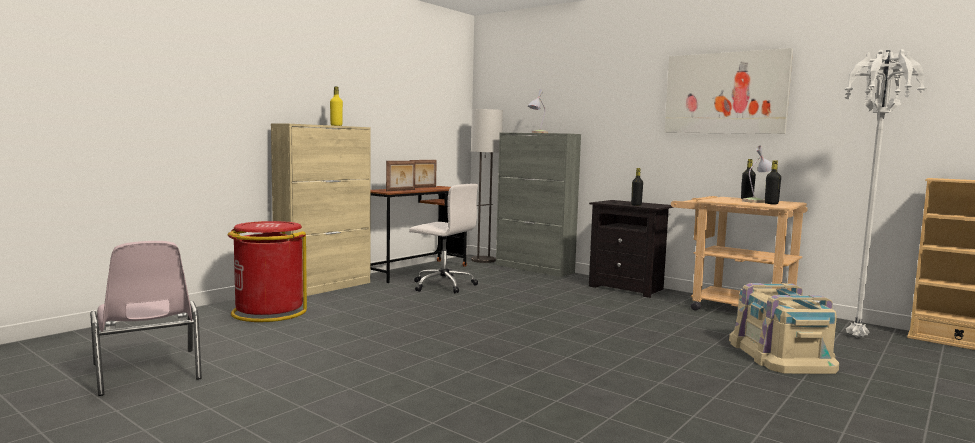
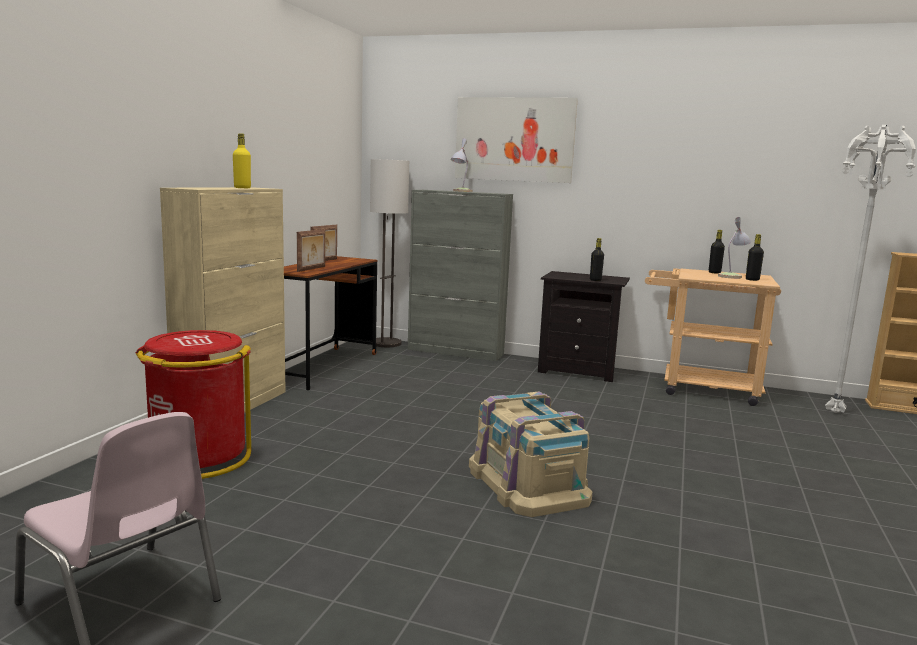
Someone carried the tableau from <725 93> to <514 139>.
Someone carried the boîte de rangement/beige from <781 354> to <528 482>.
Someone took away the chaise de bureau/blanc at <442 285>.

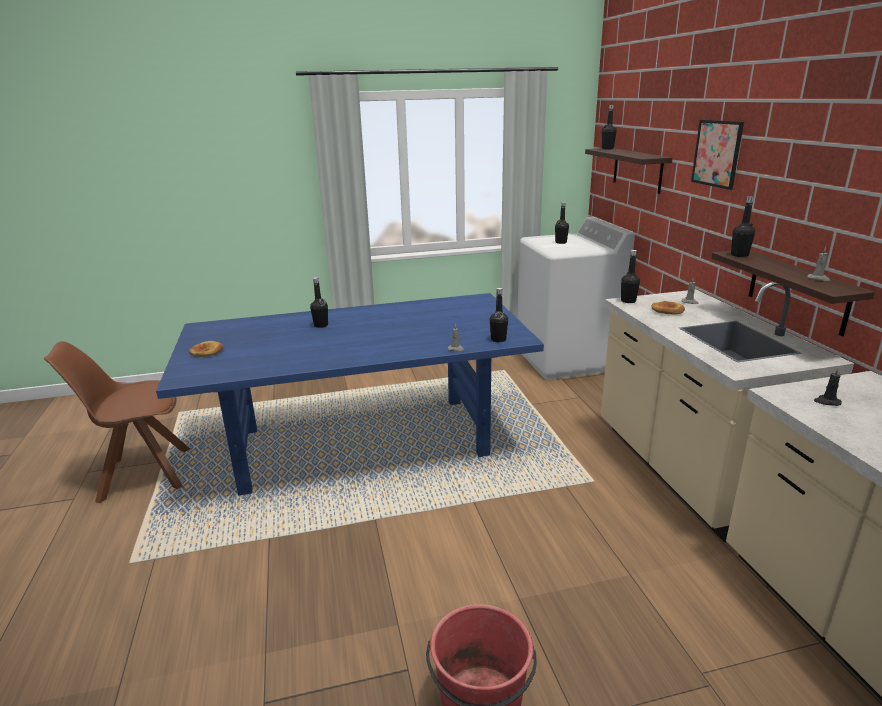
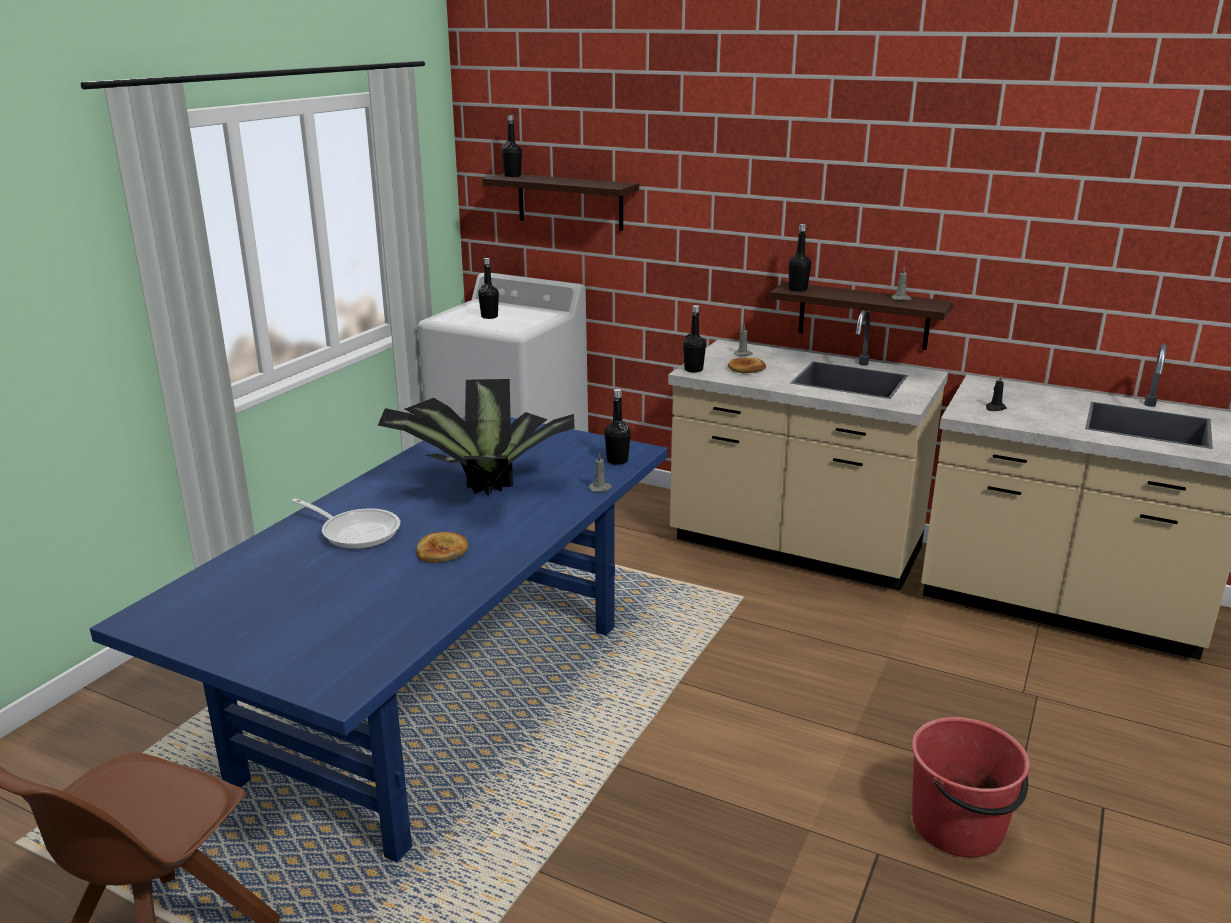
Someone swapped the bouteille/noir at <321 325> for the poêle at <356 532>.
Someone put down the plante en pot at <480 483>.
Someone carried the pain from <207 352> to <442 551>.
Someone took away the tableau at <717 153>.

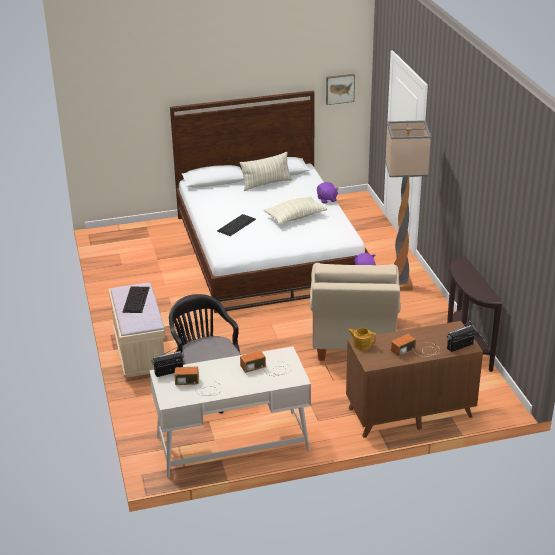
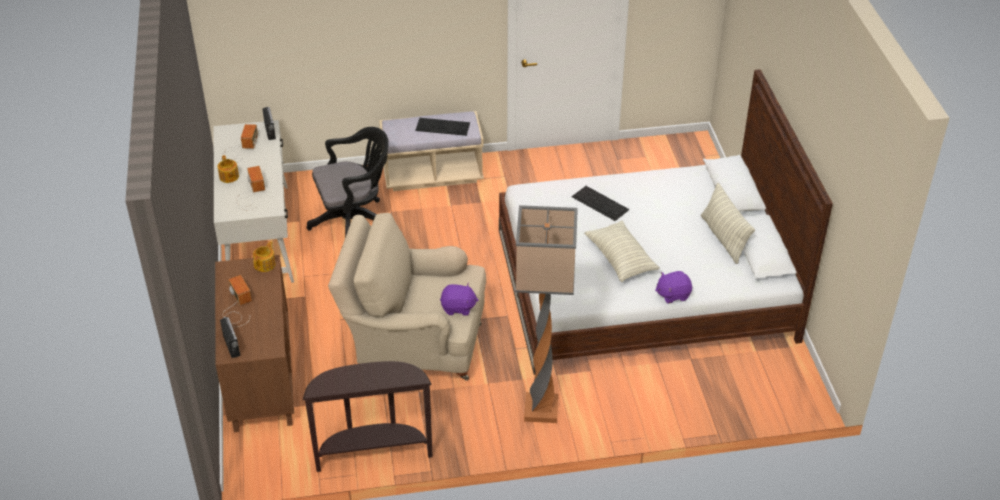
Someone put down the théière at <229 177>.
Someone took away the tableau at <339 88>.

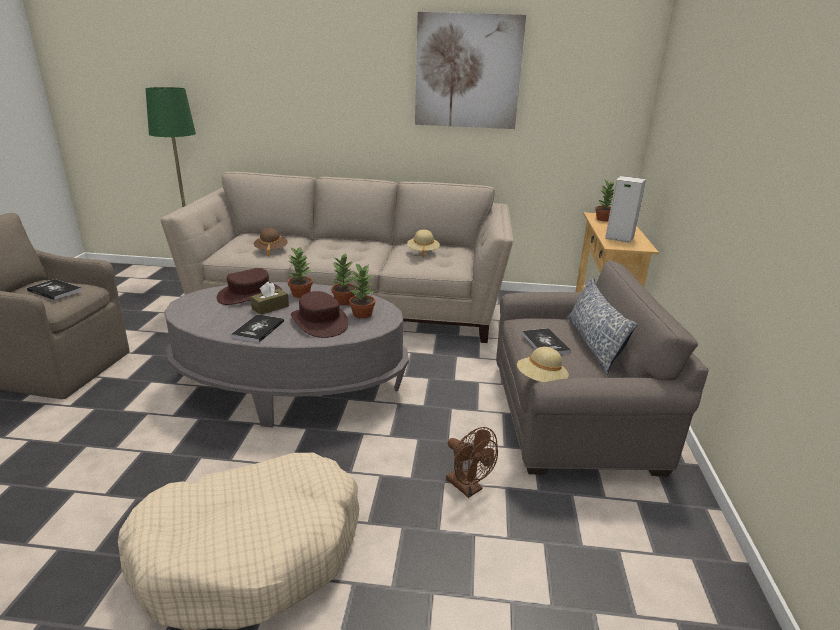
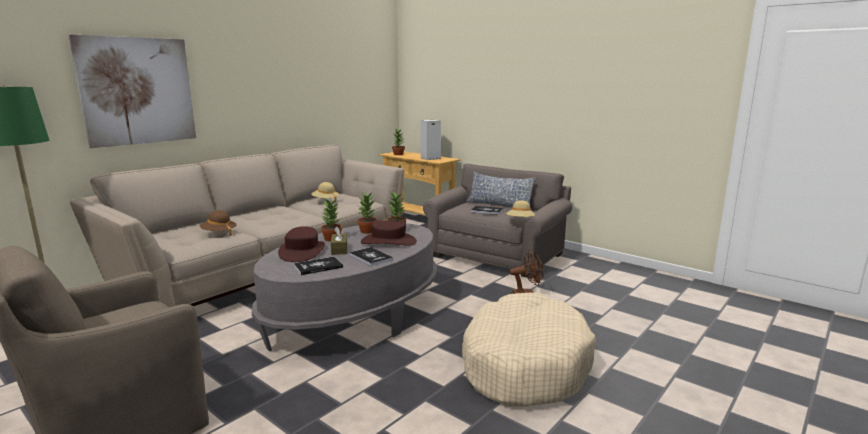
Someone carried the tableau from <468 72> to <137 91>.
Someone carried the livre from <54 290> to <318 267>.

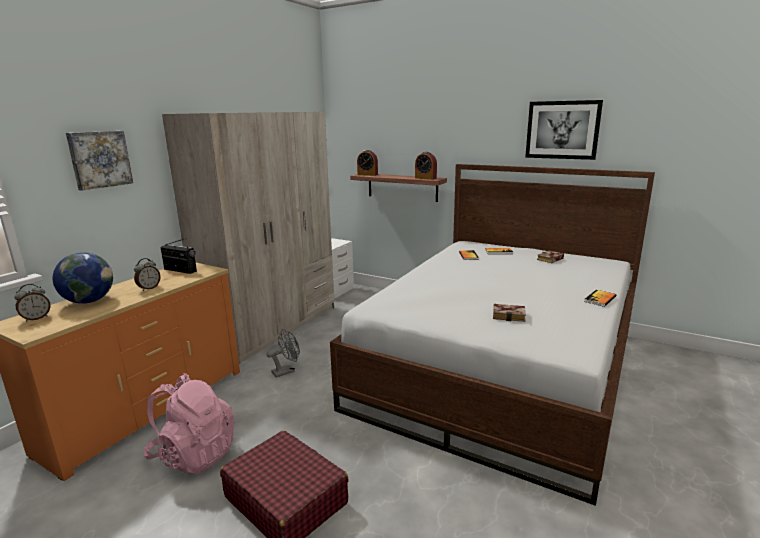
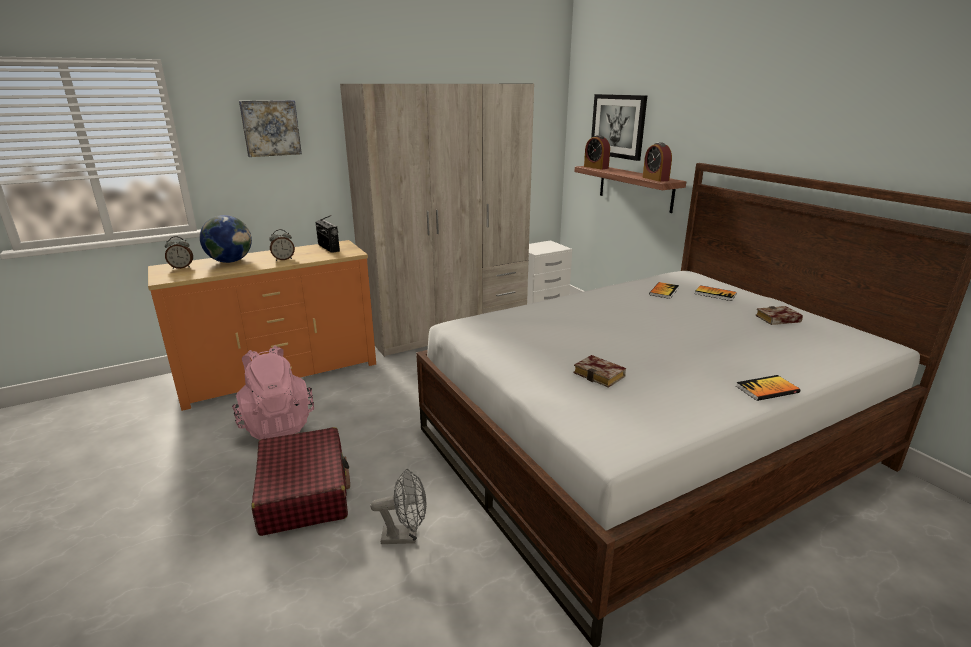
Someone carried the ventilateur/gris from <286 371> to <405 536>.
Someone carried the tableau from <562 130> to <618 126>.

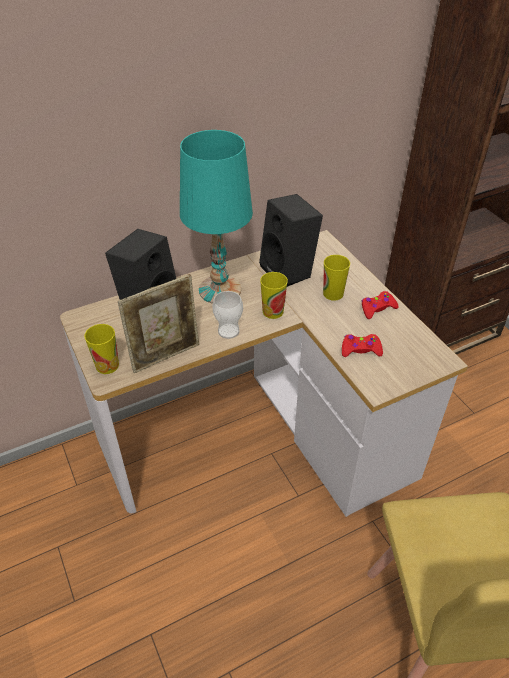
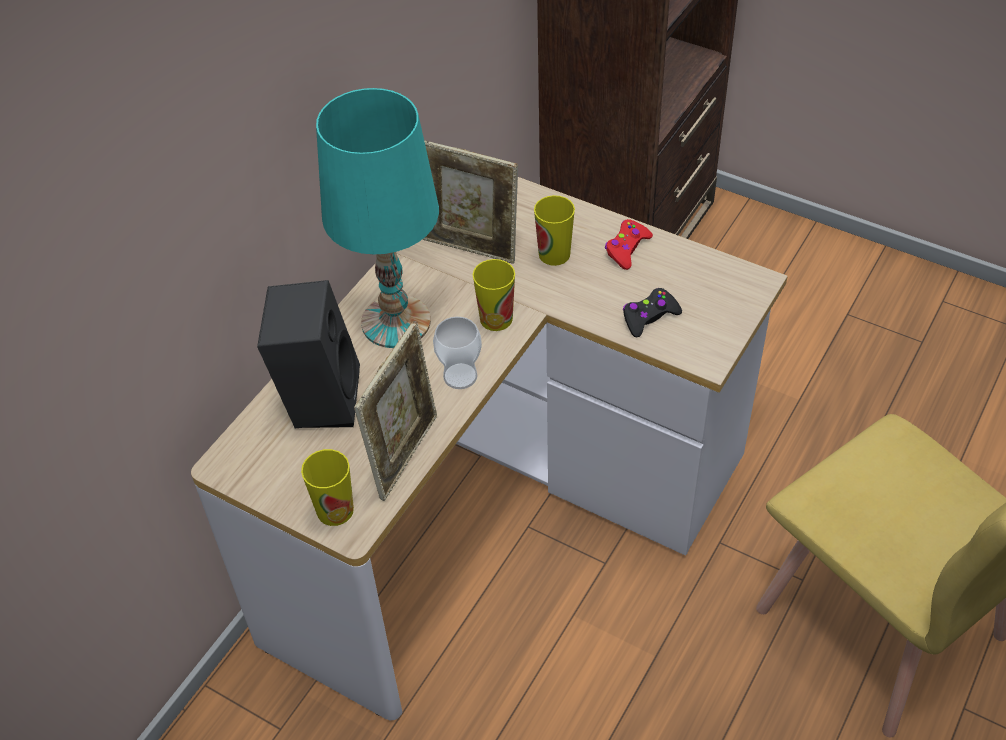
Someone swapped the enceinte/noir at <289 271> for the cadre photo at <470 247>.
Someone repainted the manette/rouge at <360 349>, which became the manette/noir at <649 317>.

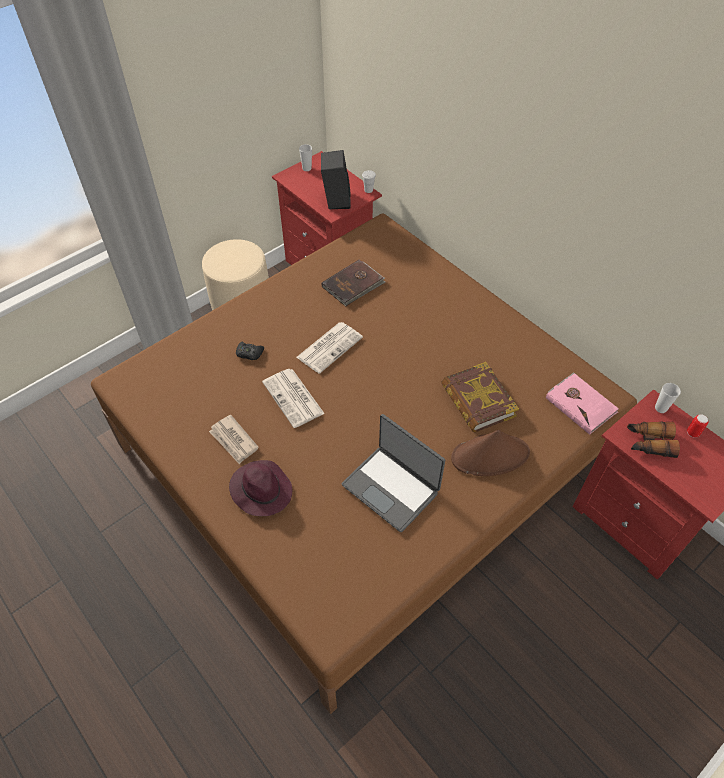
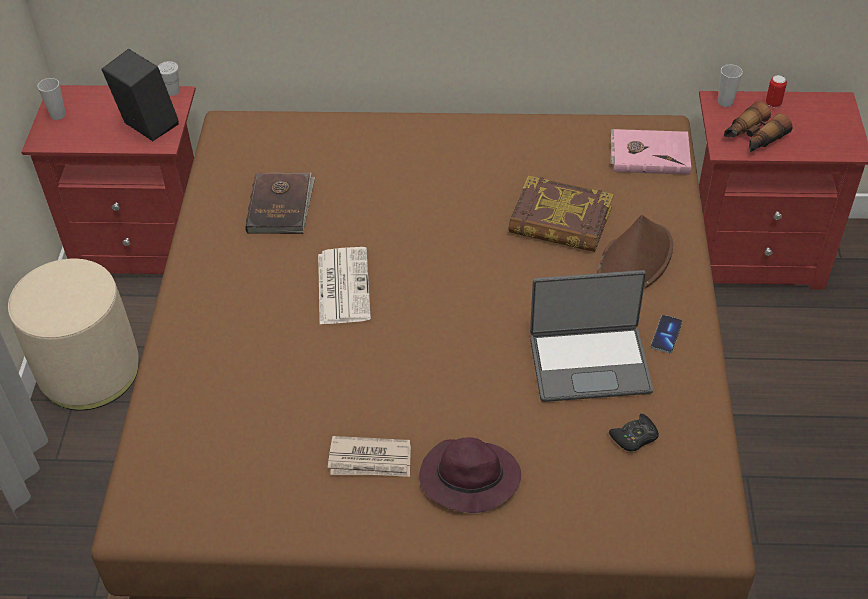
Someone carried the manette/noir from <249 353> to <634 437>.
Someone put down the téléphone at <666 335>.
Someone took away the journal at <294 398>.

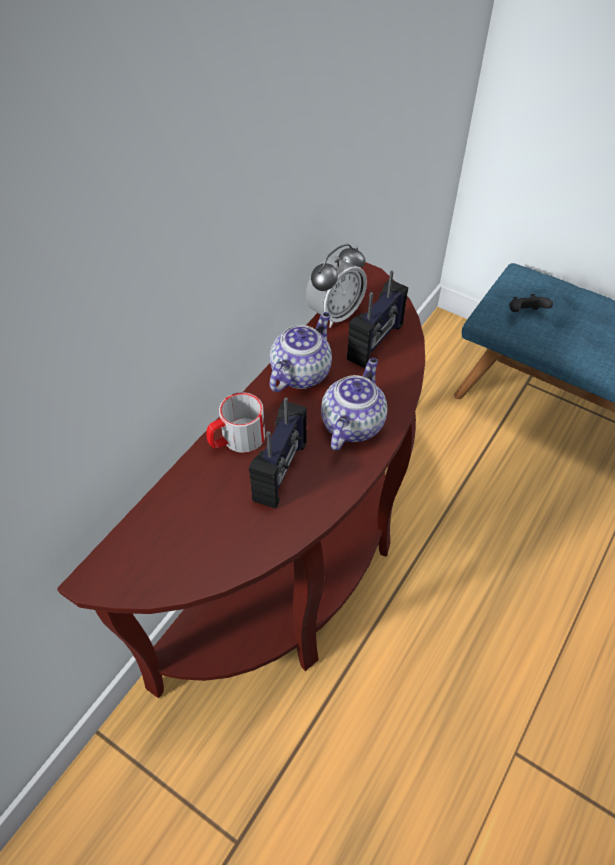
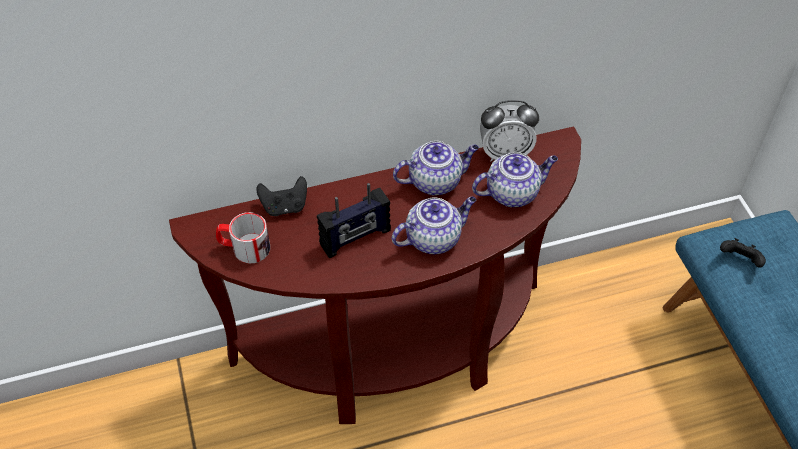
Someone carried the mug from <236 439> to <244 248>.
Someone put down the manette/noir at <285 206>.
Someone swapped the radio at <376 342> for the théière at <513 192>.

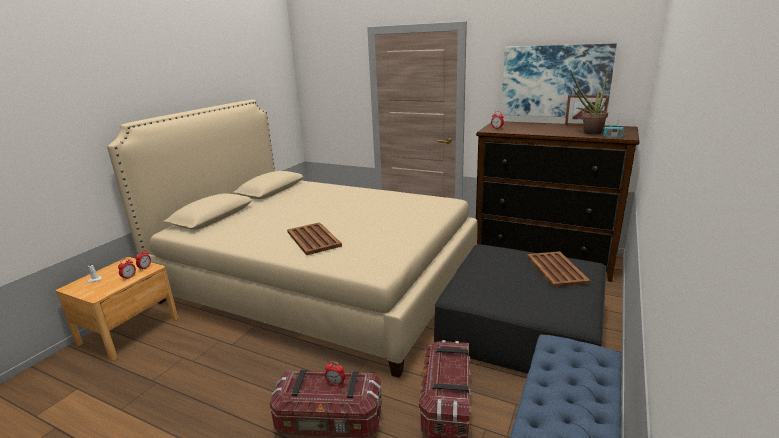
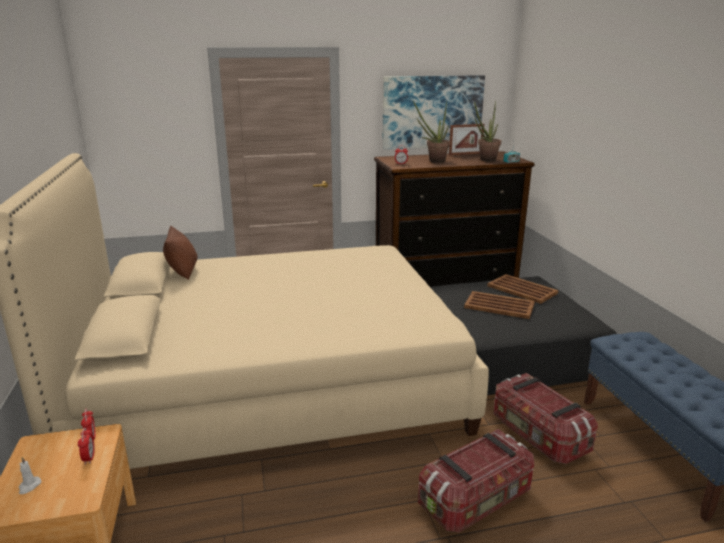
Someone put down the coussin/marron at <183 271>.
Someone put down the plante en pot at <433 161>.
Someone carried the plateau/marron from <313 238> to <498 305>.
Someone took away the réveil at <336 383>.

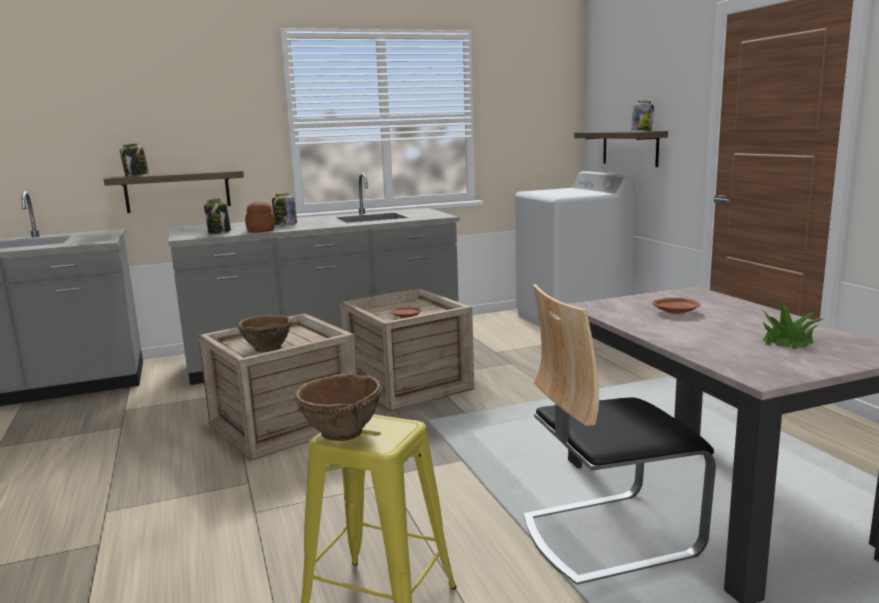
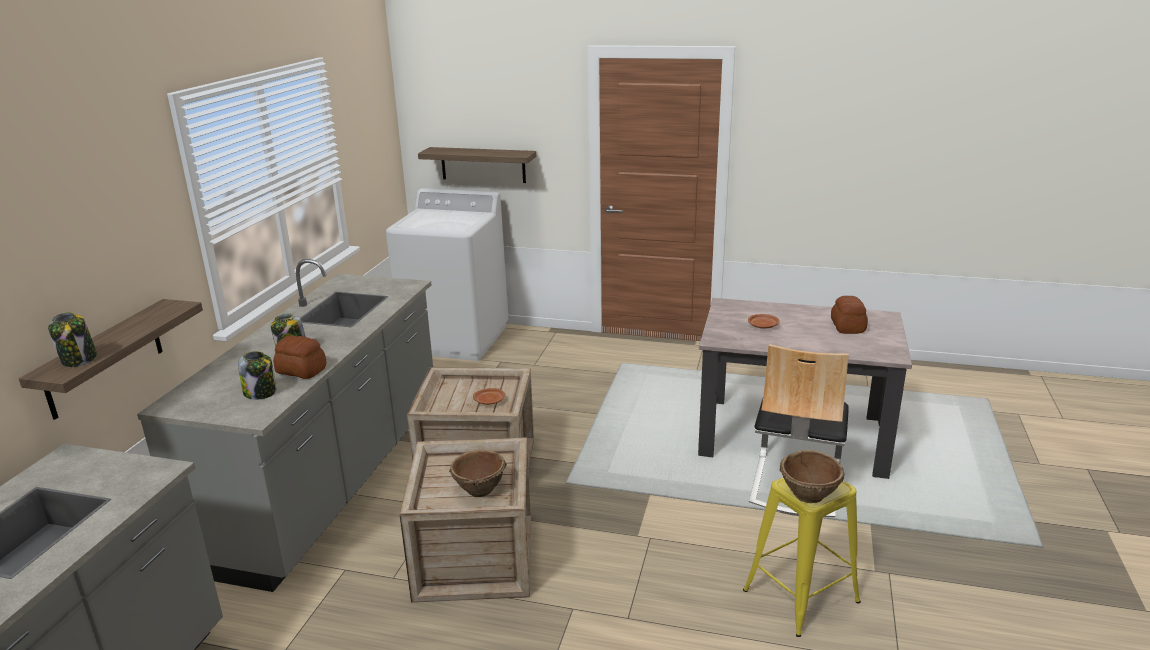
Someone swapped the plante en pot at <787 341> for the pain at <847 327>.
Someone took away the bocal at <641 131>.

